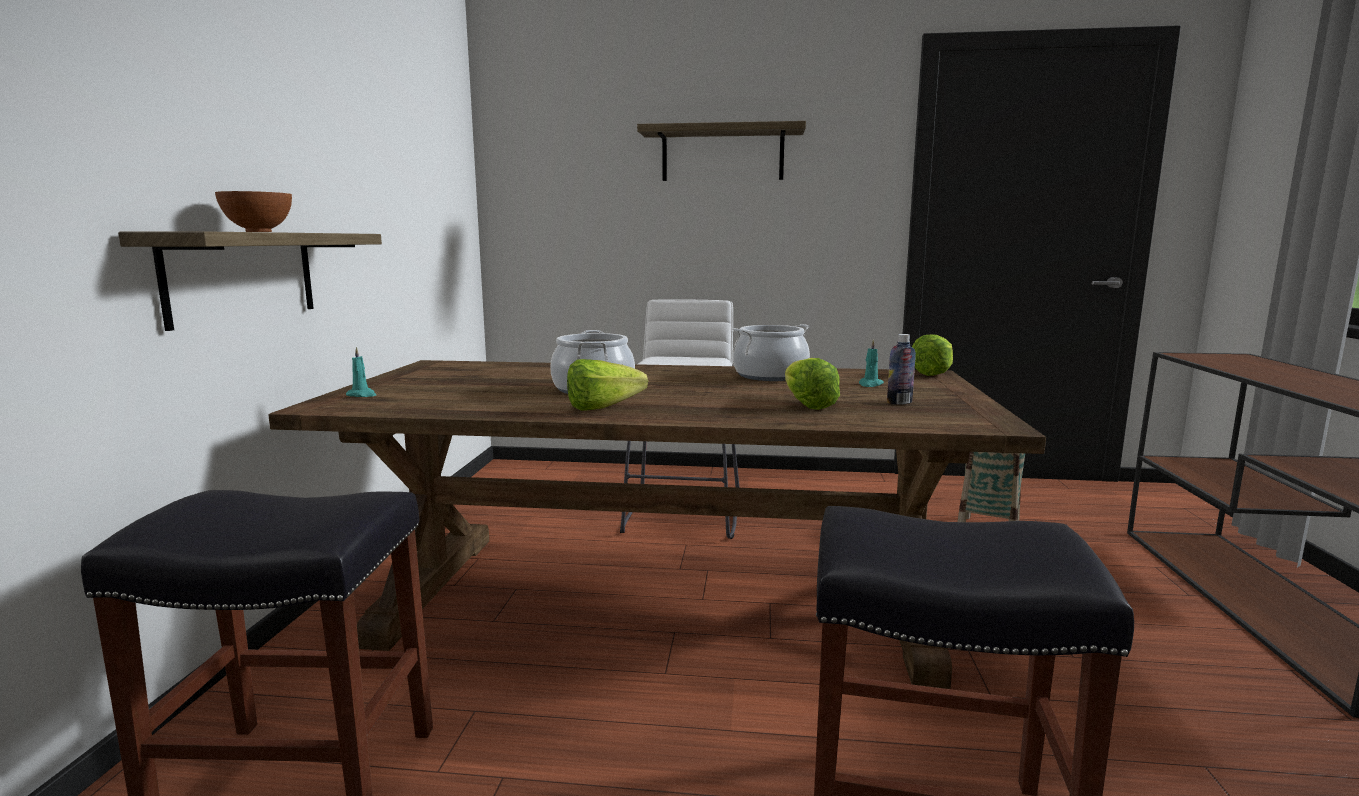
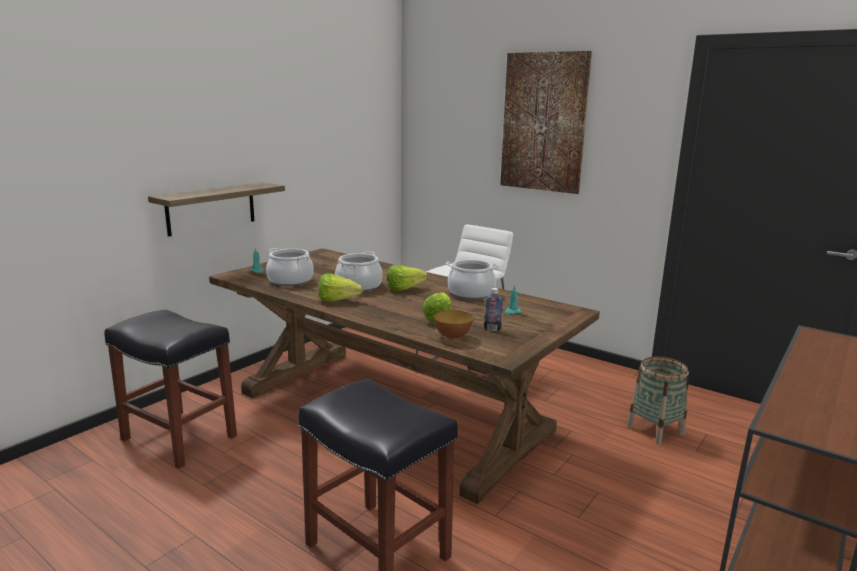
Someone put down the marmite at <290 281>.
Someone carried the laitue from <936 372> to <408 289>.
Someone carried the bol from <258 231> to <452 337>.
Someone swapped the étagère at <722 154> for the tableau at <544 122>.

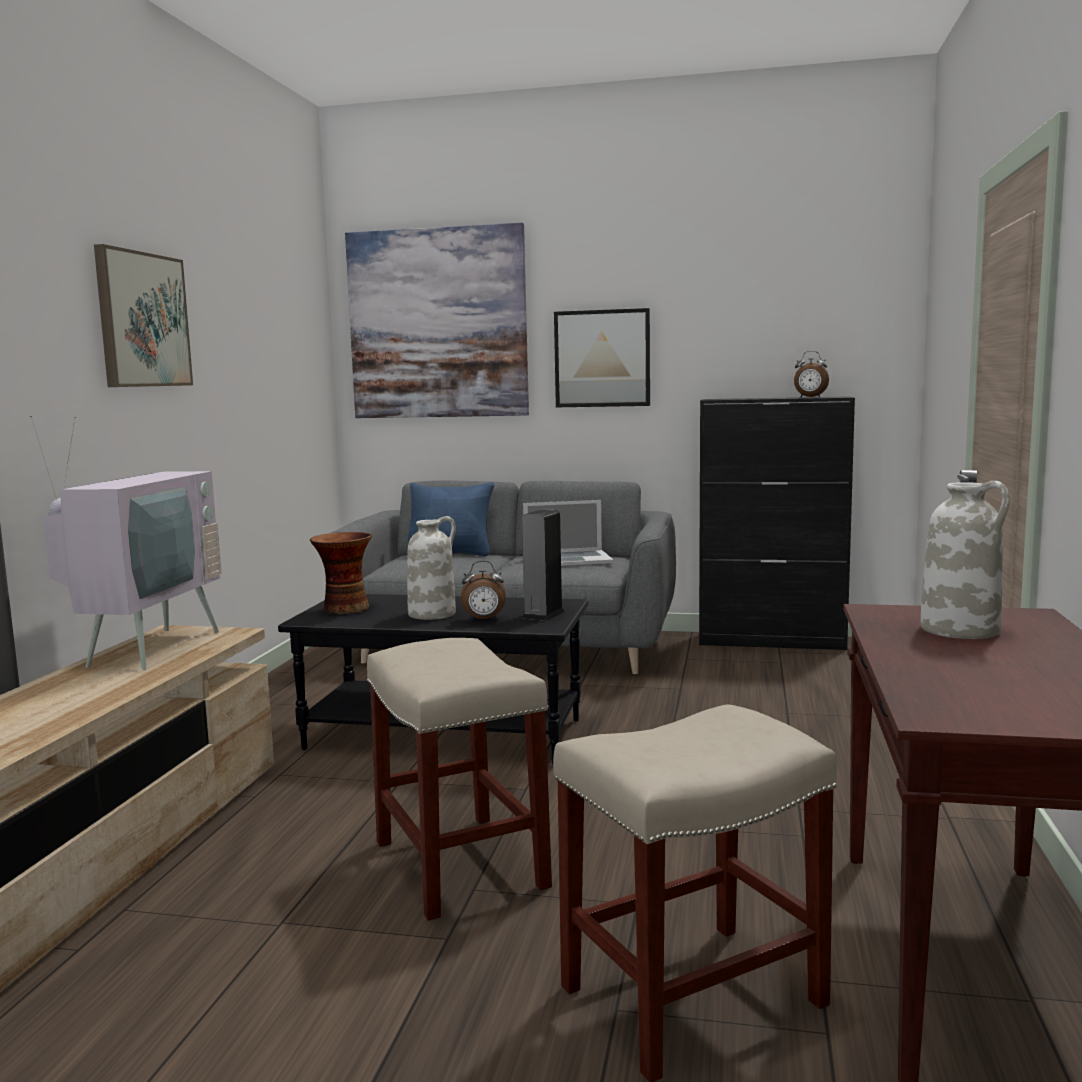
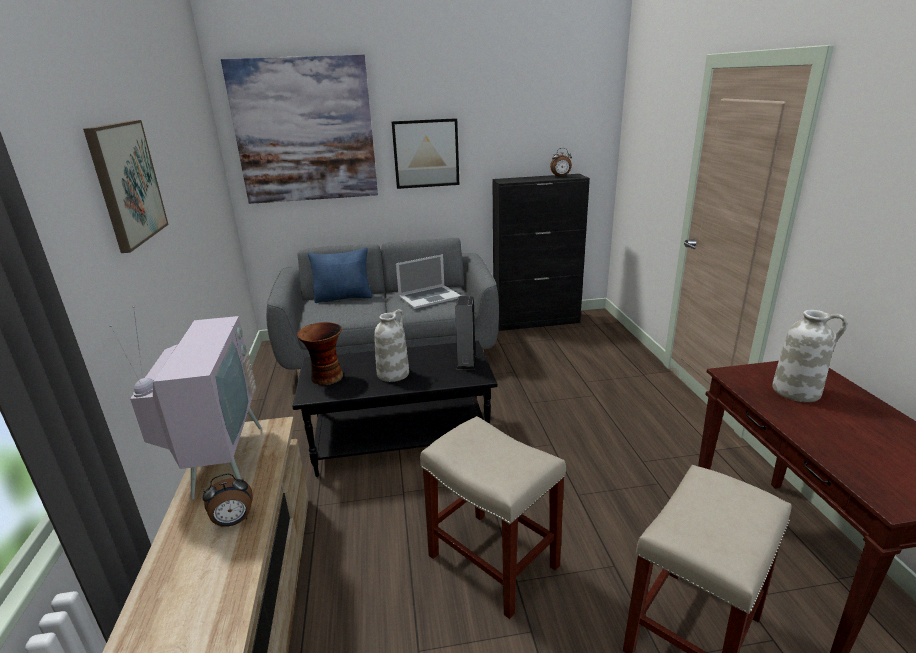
Someone carried the réveil from <484 620> to <234 521>.

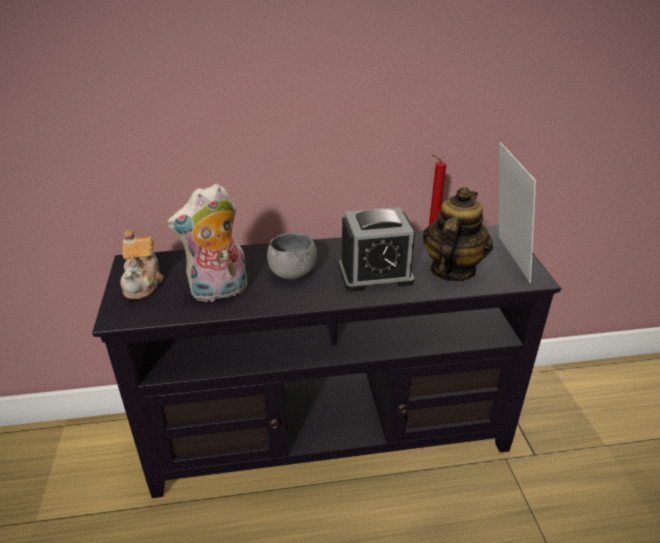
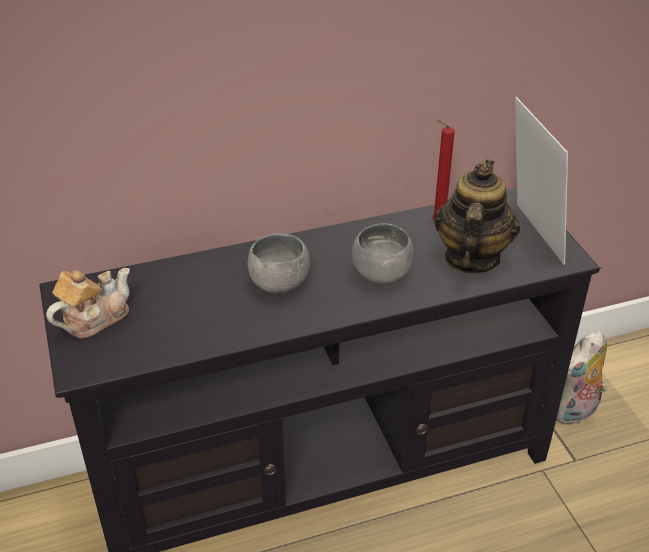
Someone rotated the théière at <143 283> by 120 degrees counterclockwise.
Someone swapped the réveil at <375 274> for the bol/gris at <381 274>.
Someone carried the peluche from <219 292> to <575 412>.

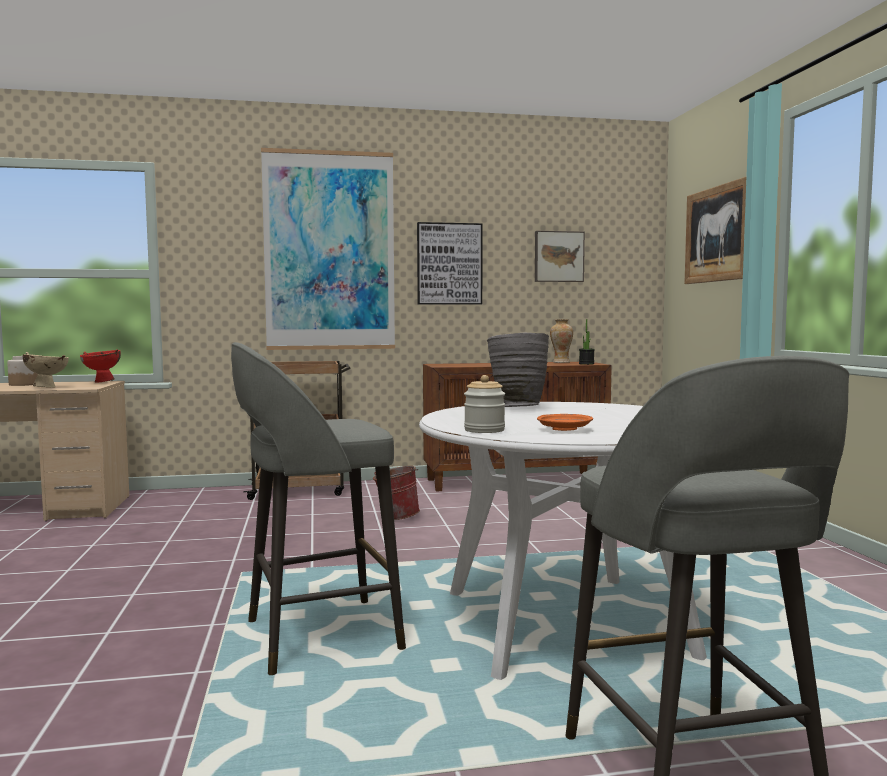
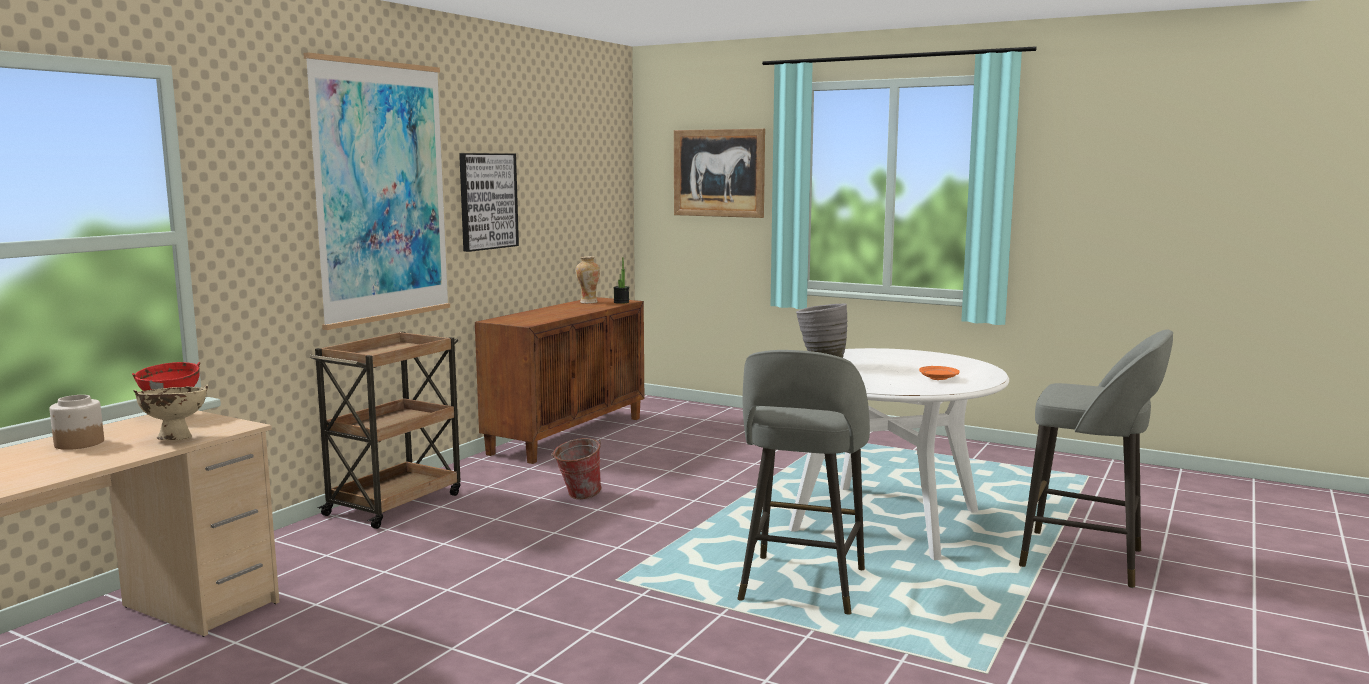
Someone took away the bocal at <484 430>.
Someone took away the tableau at <558 256>.

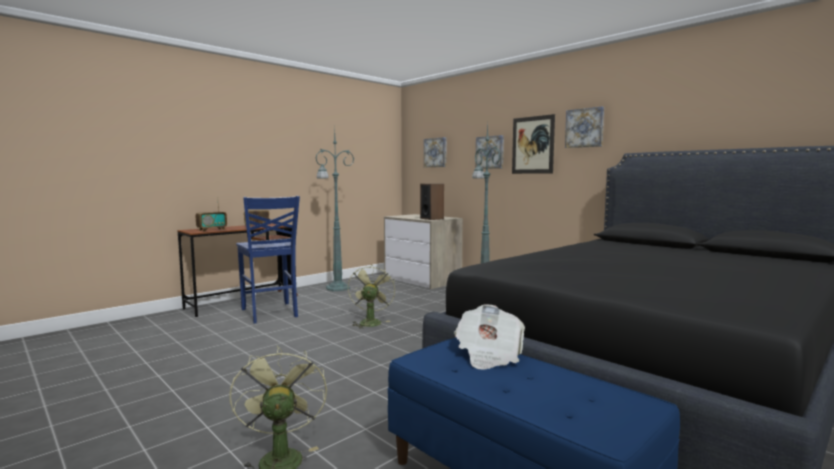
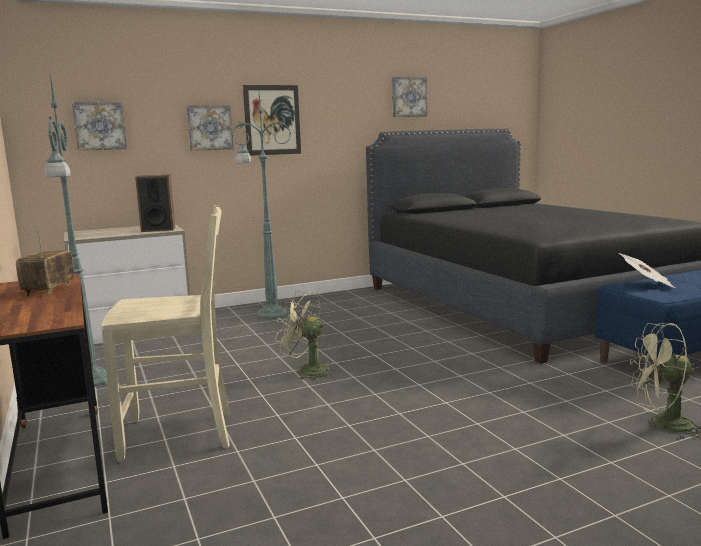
Someone repainted the chaise/bleu at <270 313>, which became the chaise/beige at <181 434>.
Someone carried the tableau from <585 128> to <408 97>.
Someone took away the radio at <212 230>.

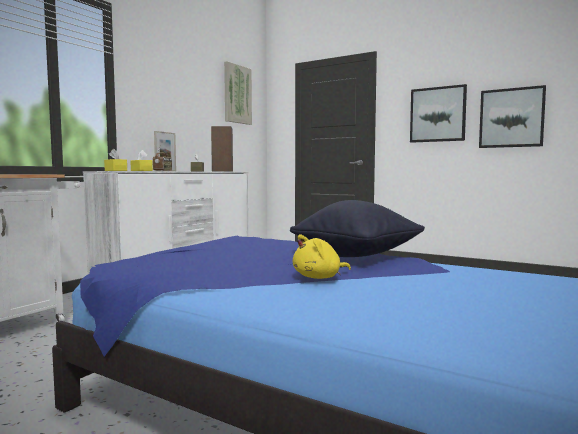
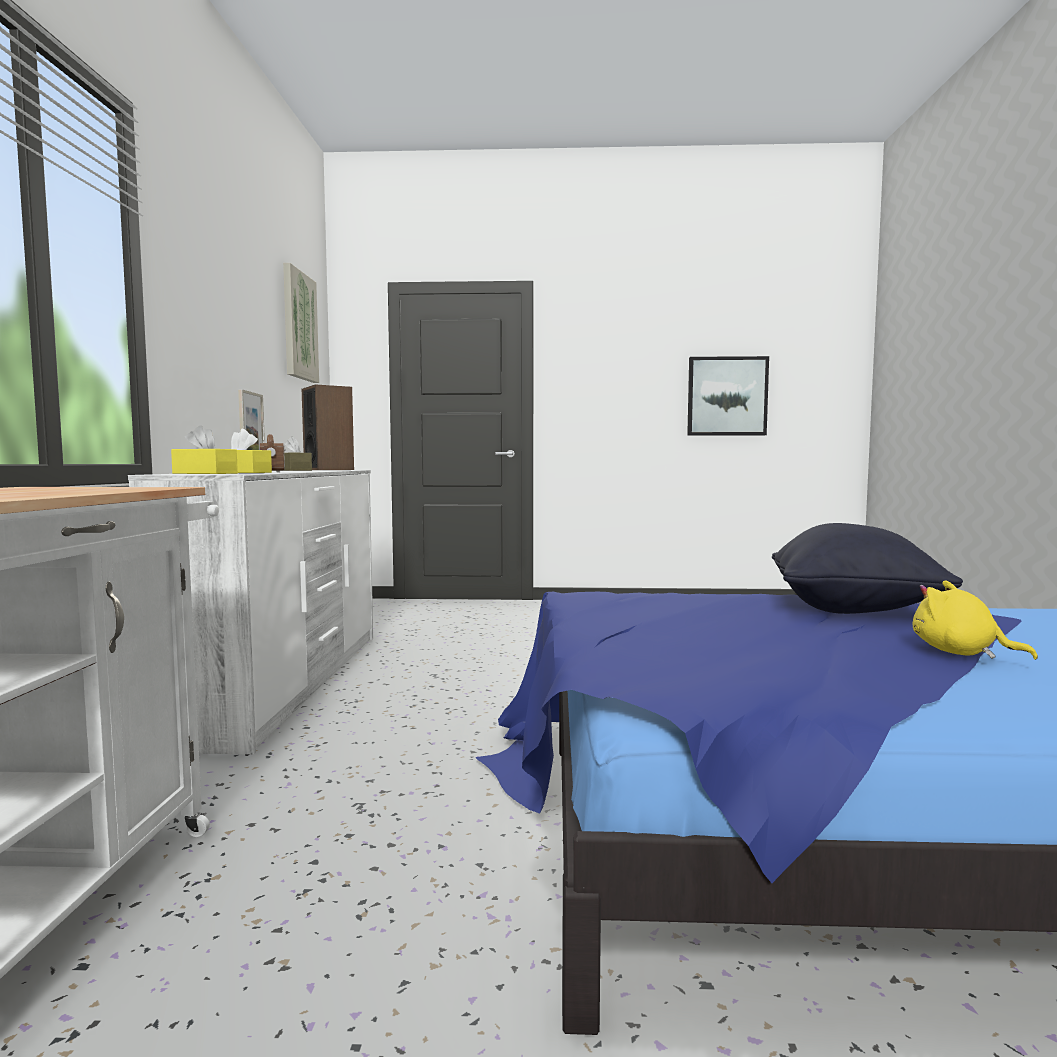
Someone rotated the peluche/jaune at <319 277> by 105 degrees clockwise.
Someone took away the tableau at <437 114>.

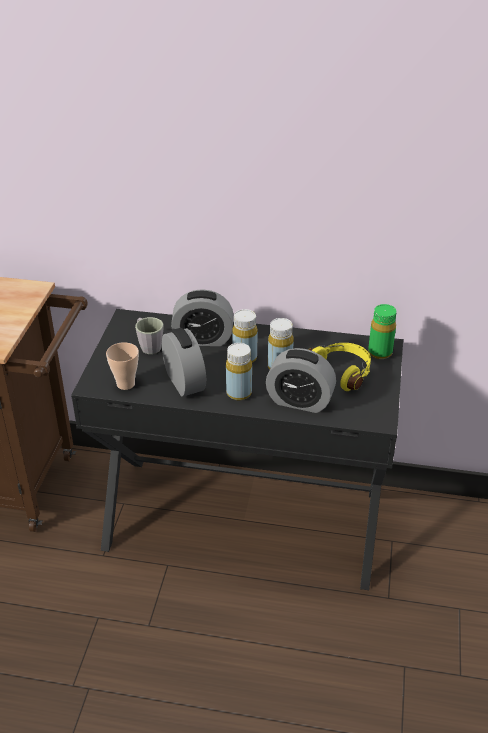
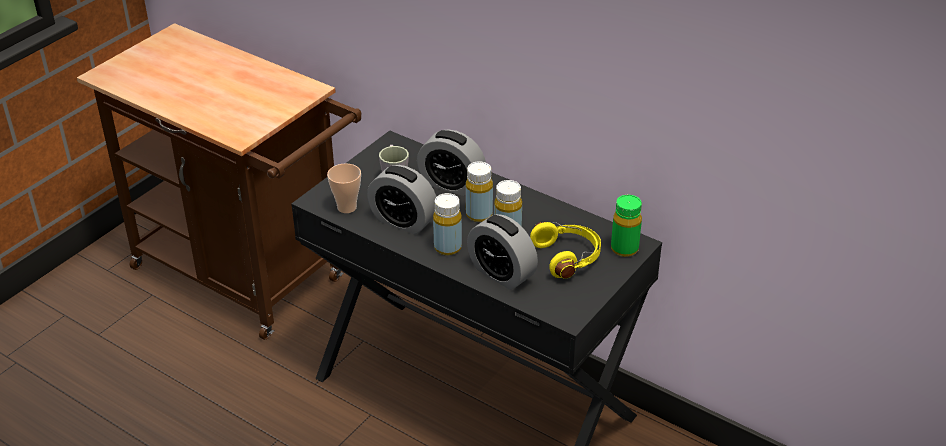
Someone rotated the réveil at <184 382> by 120 degrees clockwise.

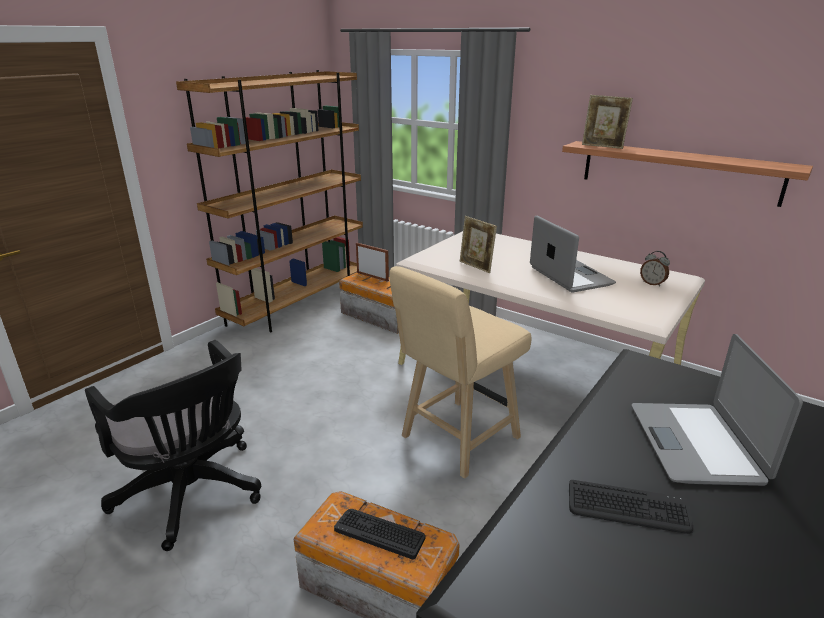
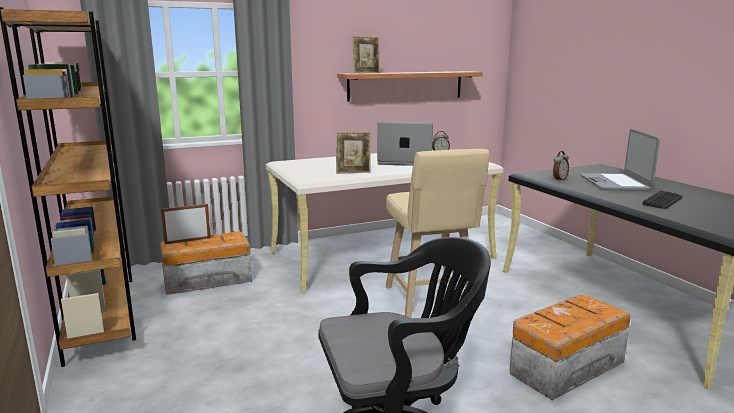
Someone put down the réveil at <559 179>.
Someone rotated the ordinateur portable at <696 443> by 60 degrees clockwise.
Someone took away the clavier at <380 533>.

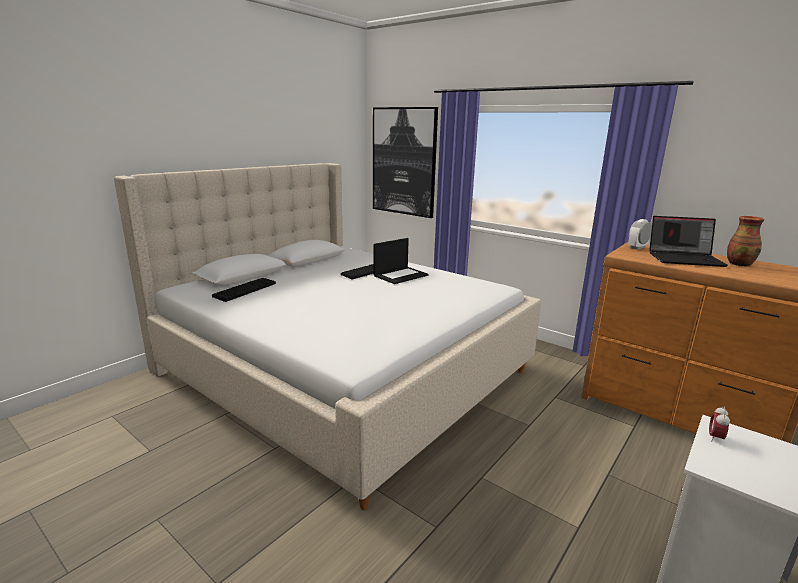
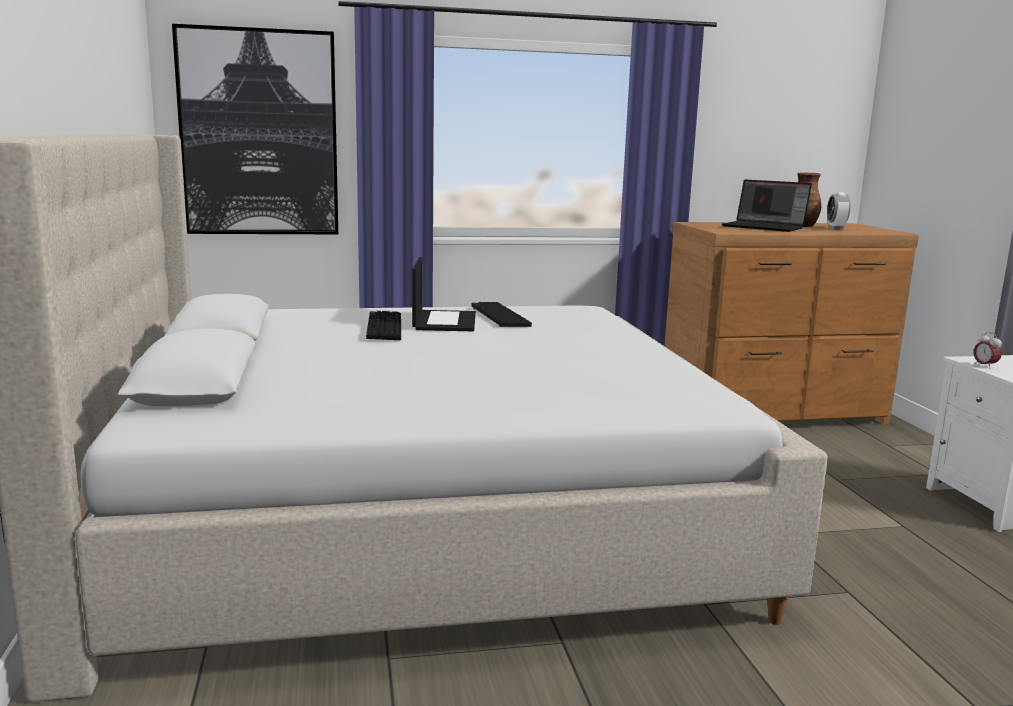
Someone carried the clavier from <245 290> to <498 316>.
Someone rotated the ordinateur portable at <685 259> by 75 degrees clockwise.
Someone carried the réveil from <637 247> to <836 228>.

